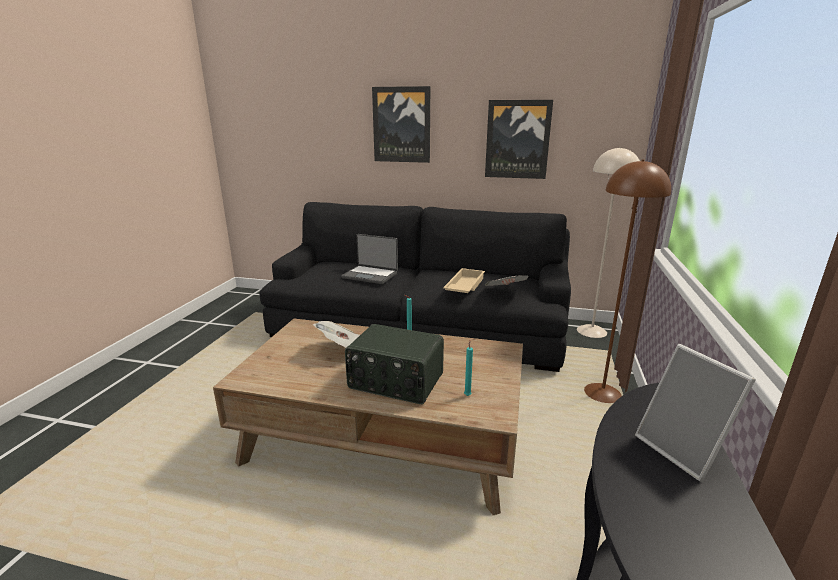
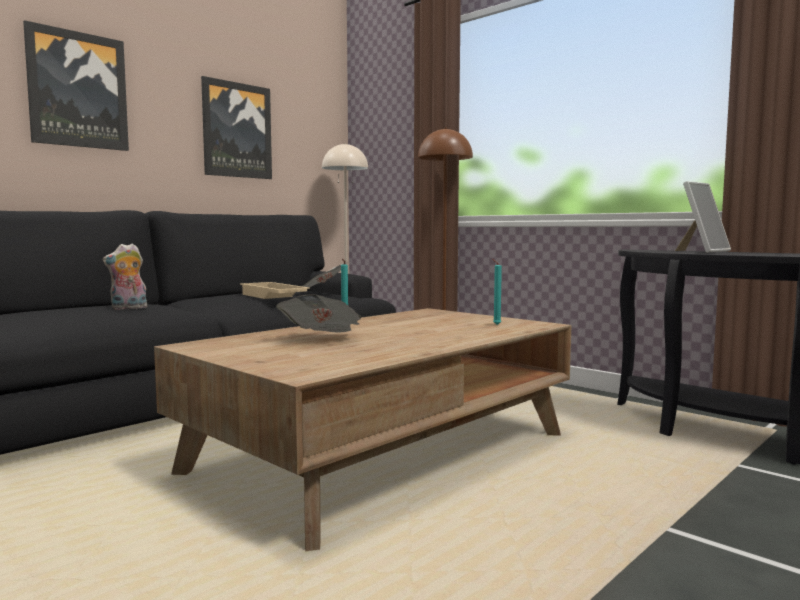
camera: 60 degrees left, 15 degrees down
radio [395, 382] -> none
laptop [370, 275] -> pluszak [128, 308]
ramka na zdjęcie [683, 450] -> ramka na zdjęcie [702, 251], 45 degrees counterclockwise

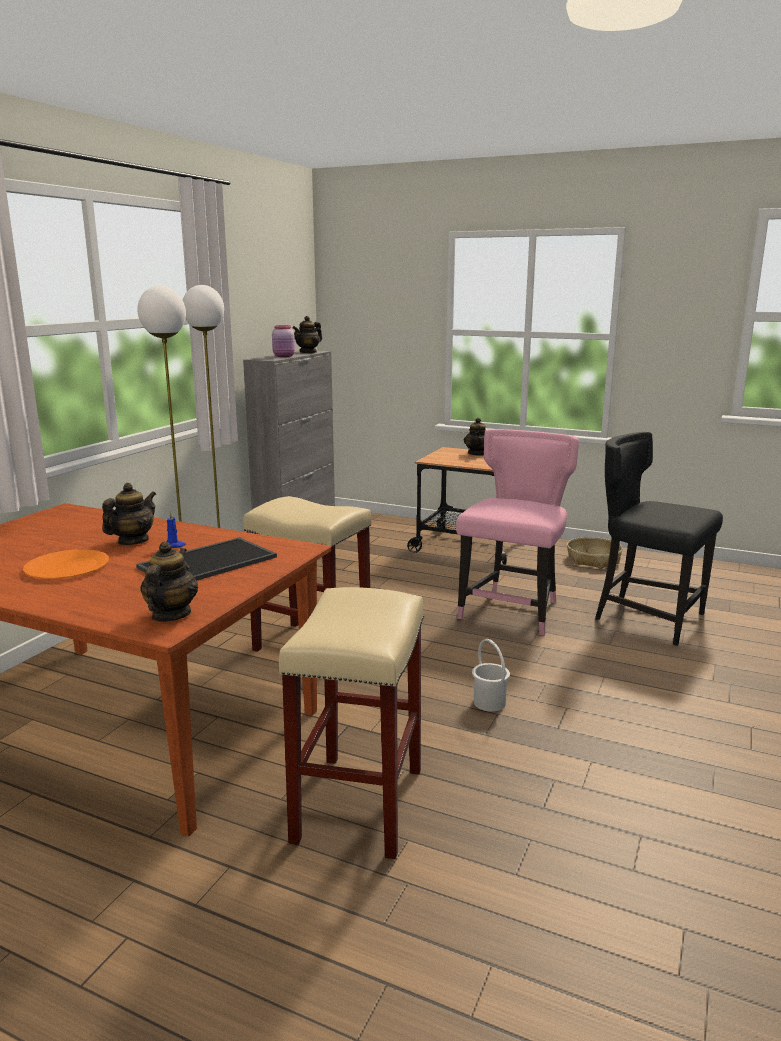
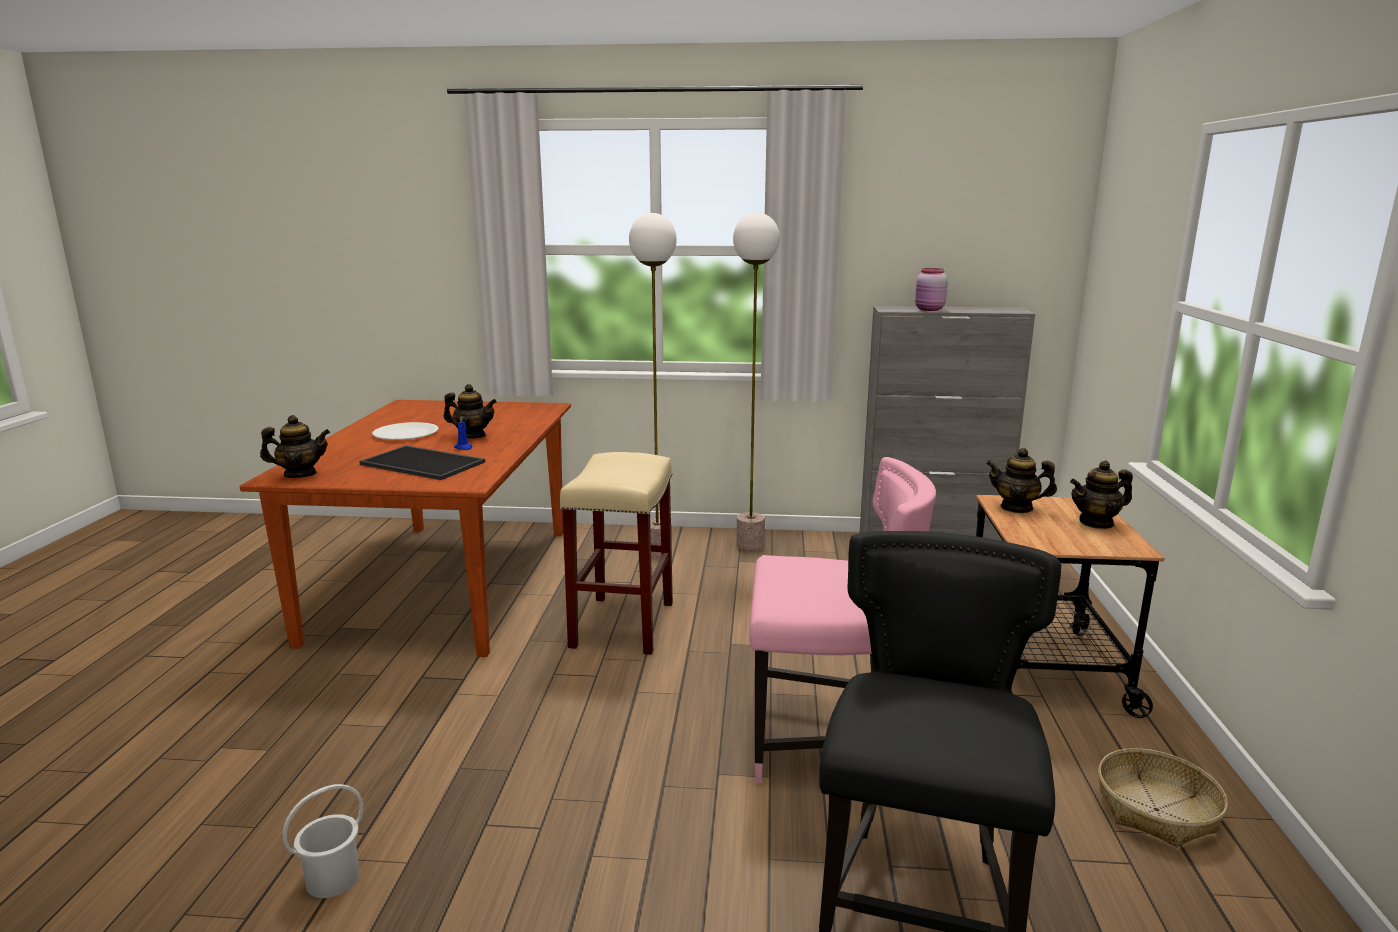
camera: 70 degrees right, 0 degrees up
stołek/beżowy [359, 806] -> none
imbryk [308, 352] -> imbryk [1016, 508], move
wiadro/biały [489, 703] -> wiadro/biały [332, 878], move
talerz/pomarańczowy [67, 567] -> talerz/biały [405, 433]

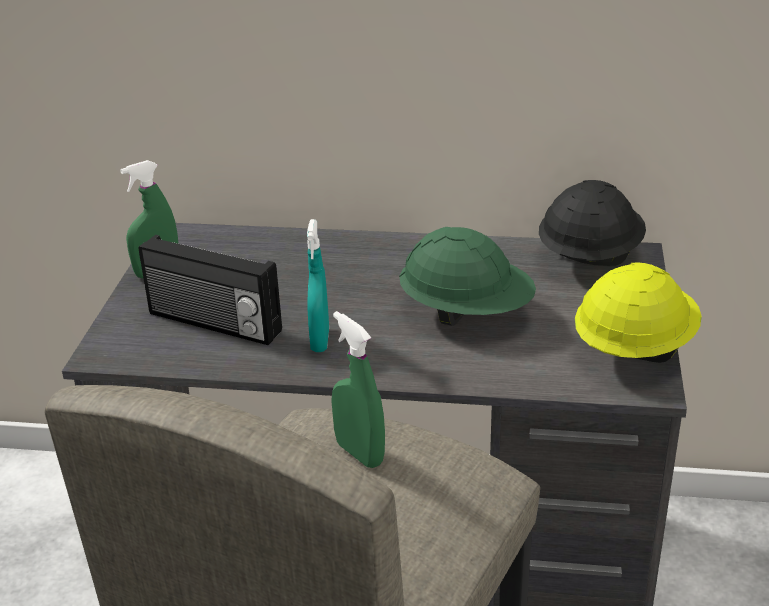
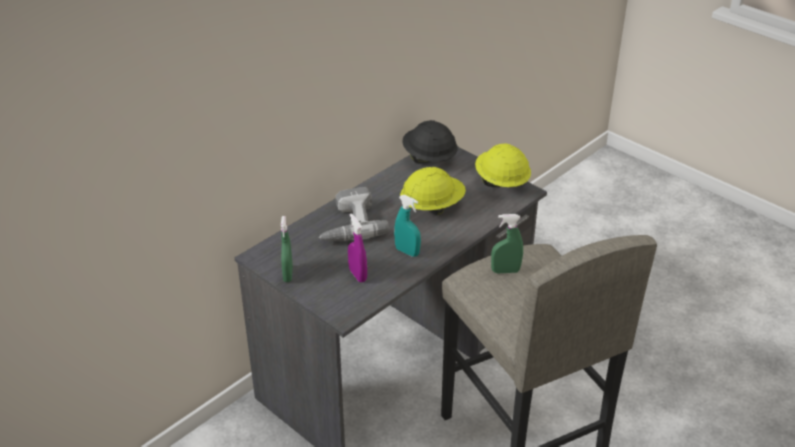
camera: 55 degrees left, 5 degrees up
none -> wiertarka [348, 224]
radio [213, 323] -> spryskiwacz/fioletowy [357, 275]
kask/zielony [466, 313] -> kask/żółty [432, 206]

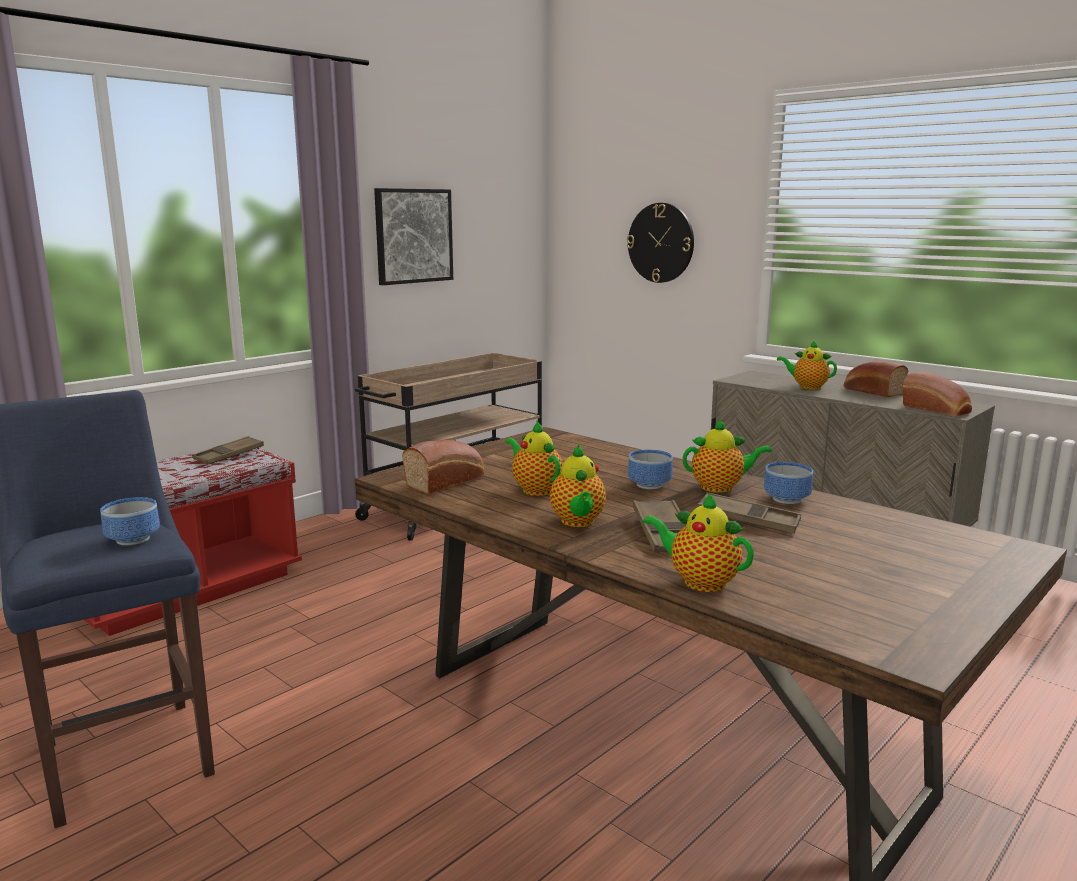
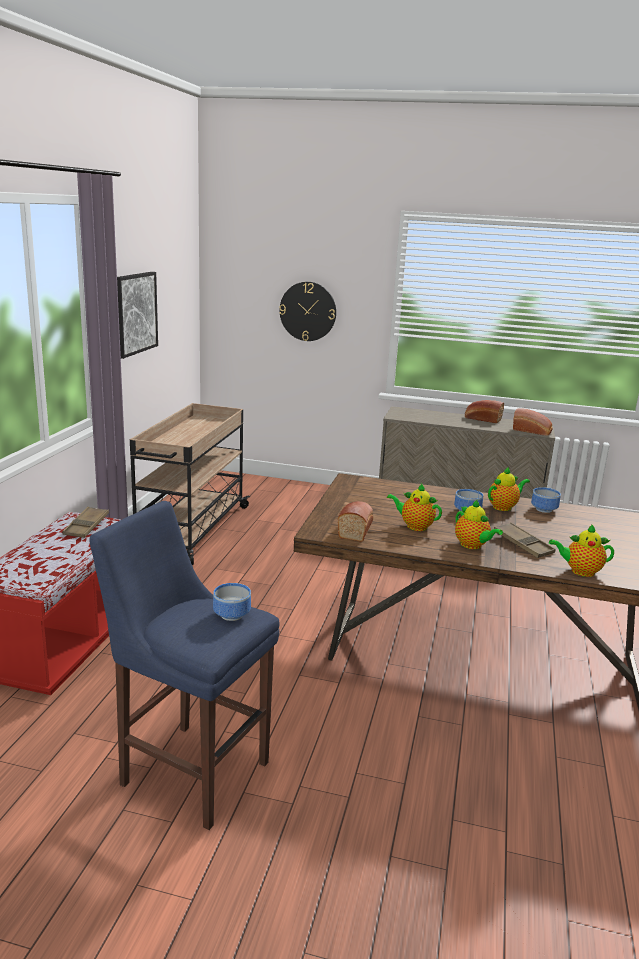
camera: 30 degrees left, 5 degrees up
taca/brązowy [748, 520] -> none
imbryk [807, 387] -> none

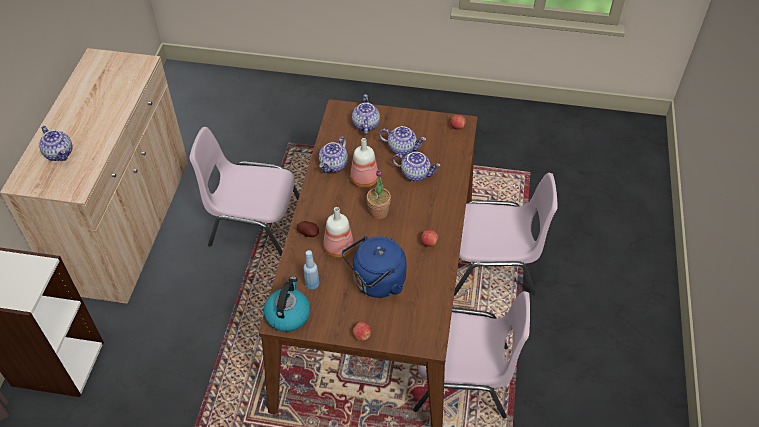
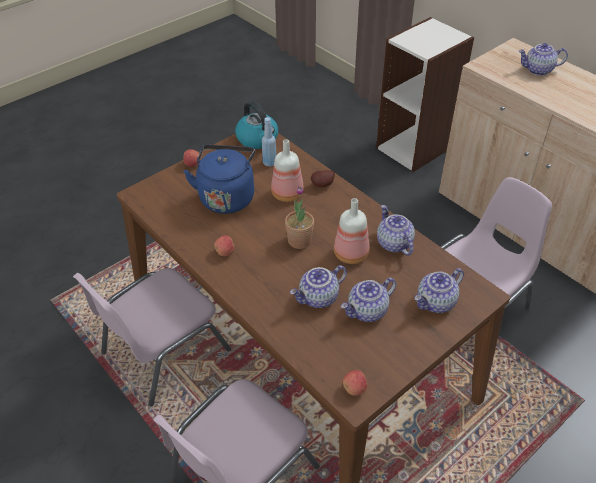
camera: 130 degrees right, 5 degrees down
imbryk [365, 124] -> imbryk [436, 302], 105 degrees clockwise

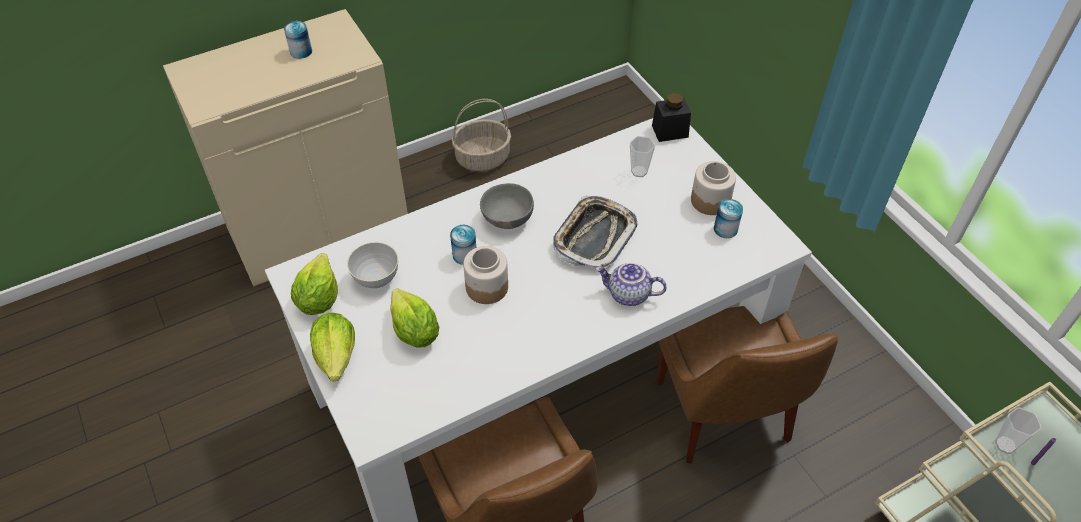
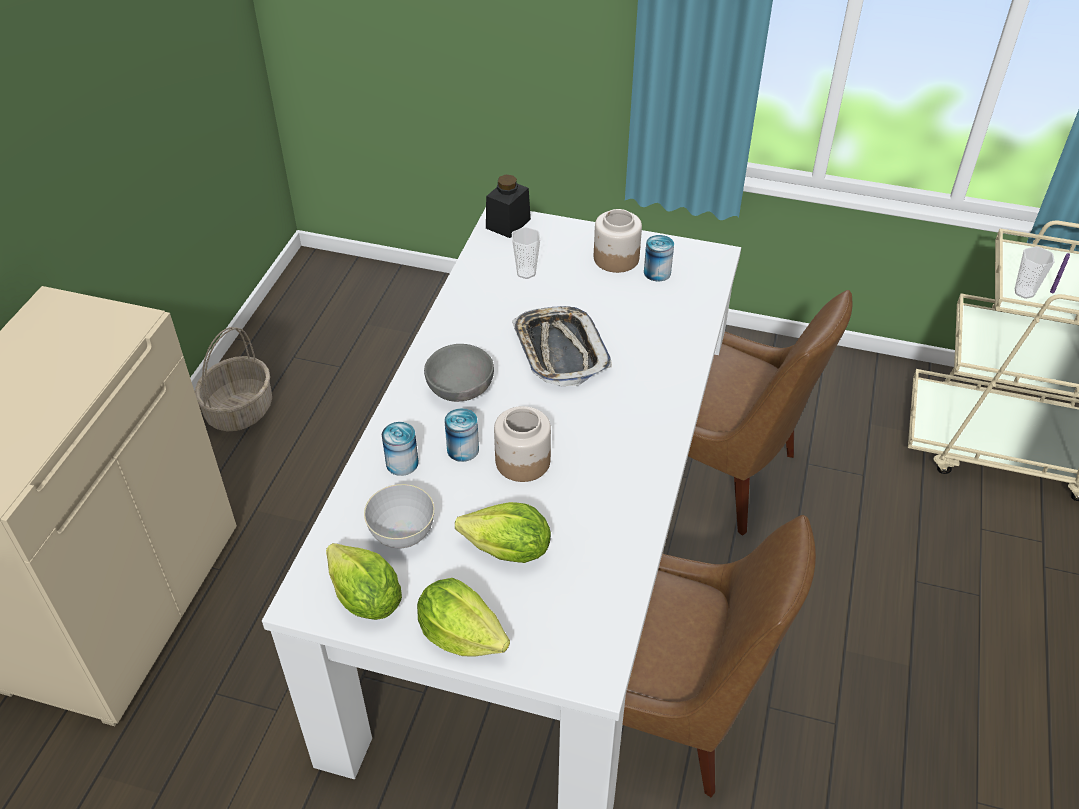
camera: 45 degrees left, 5 degrees down
imbryk [628, 295] -> none
puszka [301, 51] -> puszka [402, 463], move

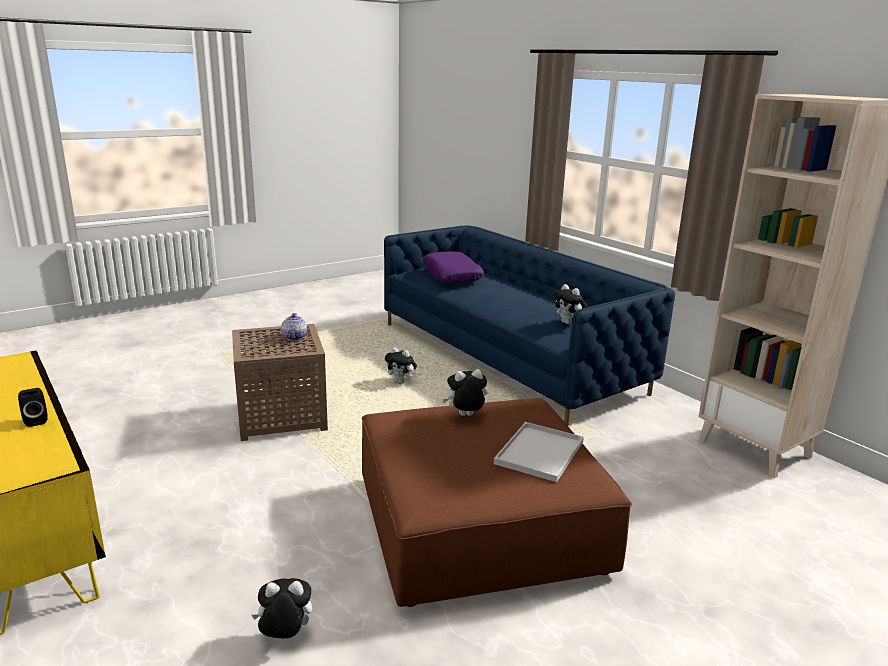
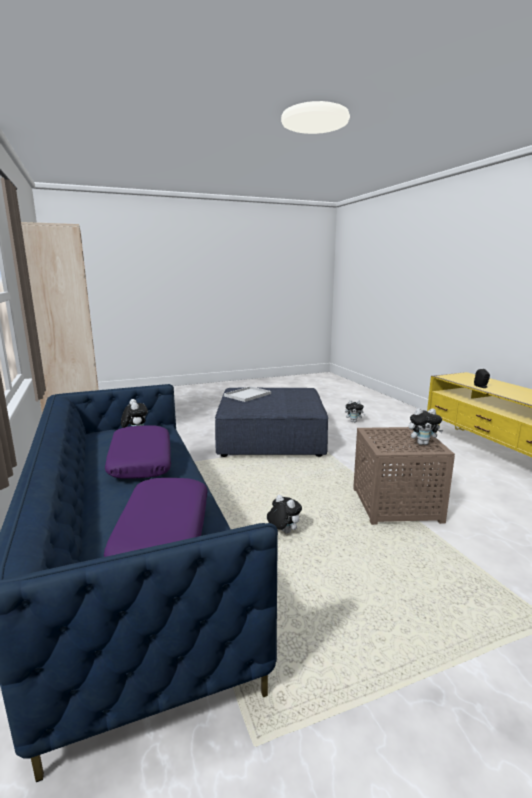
camera: 165 degrees left, 5 degrees down
imbryk [294, 337] -> none
none -> poduszka/fioletowy [140, 461]
pluszak [465, 416] -> pluszak [422, 443], move
pufa/brązowy [480, 524] -> pufa/niebieski [270, 438]

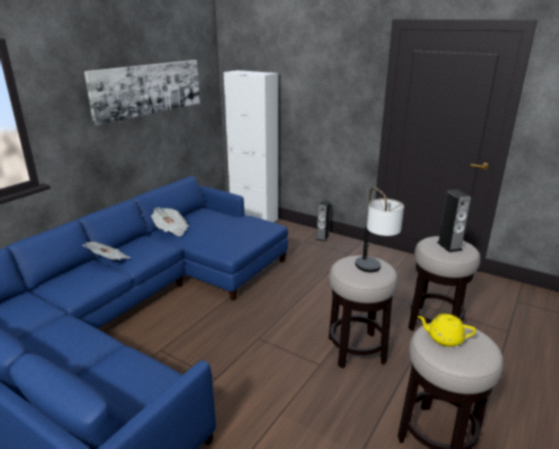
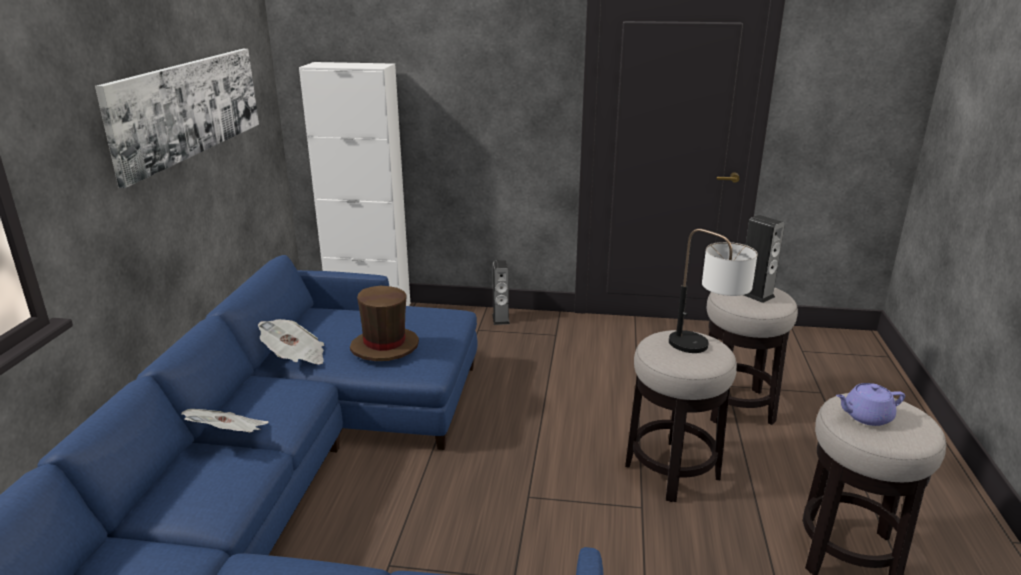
camera: 25 degrees left, 0 degrees up
none -> kapelusz/brązowy [384, 346]
imbryk/żółty [444, 338] -> imbryk/fioletowy [866, 416]

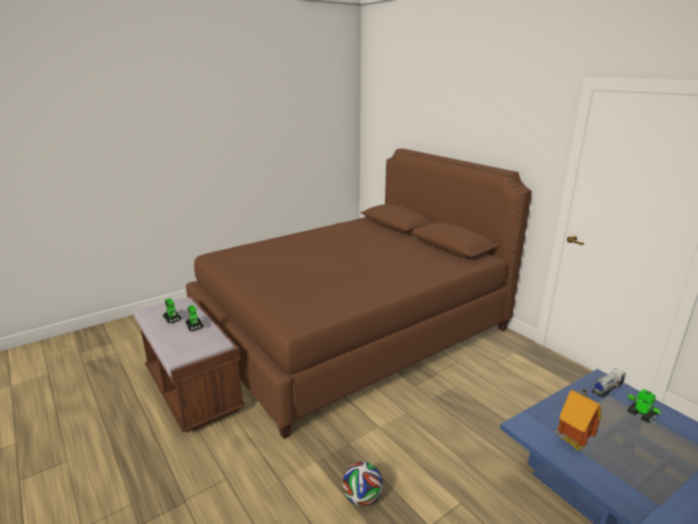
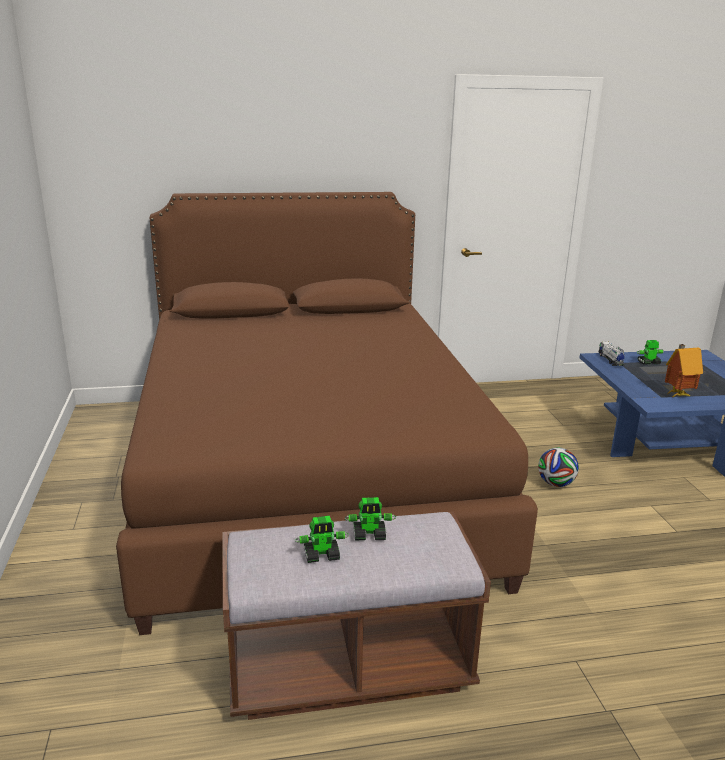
camera: 65 degrees left, 0 degrees up
piłka futbolowa [362, 497] -> piłka futbolowa [555, 484], move

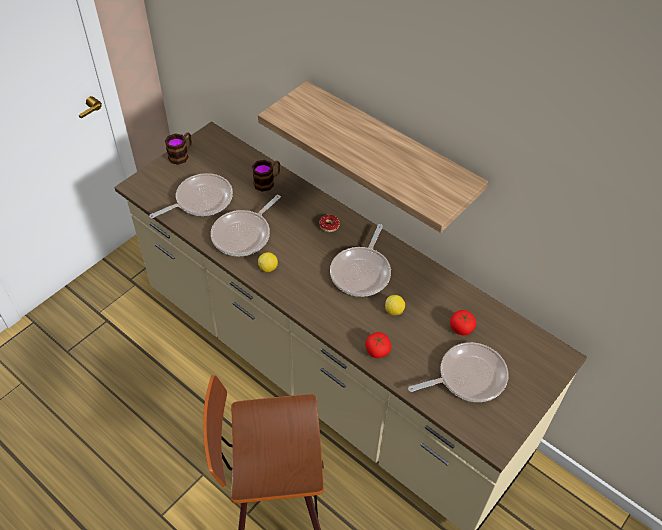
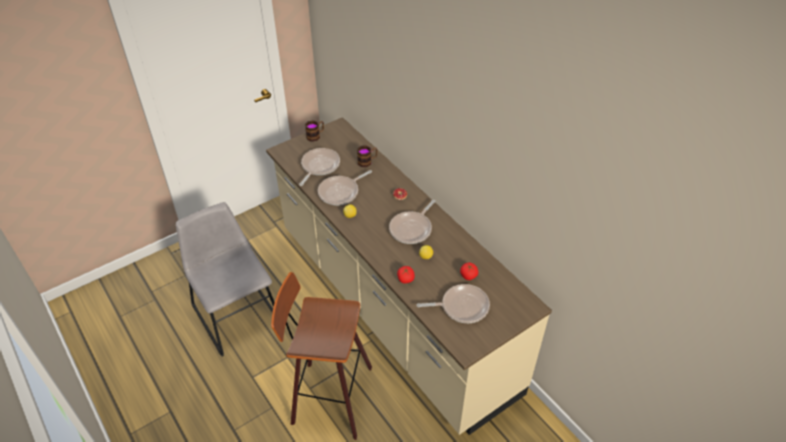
camera: 15 degrees right, 5 degrees down
półka [389, 150] -> none
none -> krzesło/szary [235, 312]
patelnia [201, 200] -> patelnia [319, 166], 45 degrees counterclockwise

